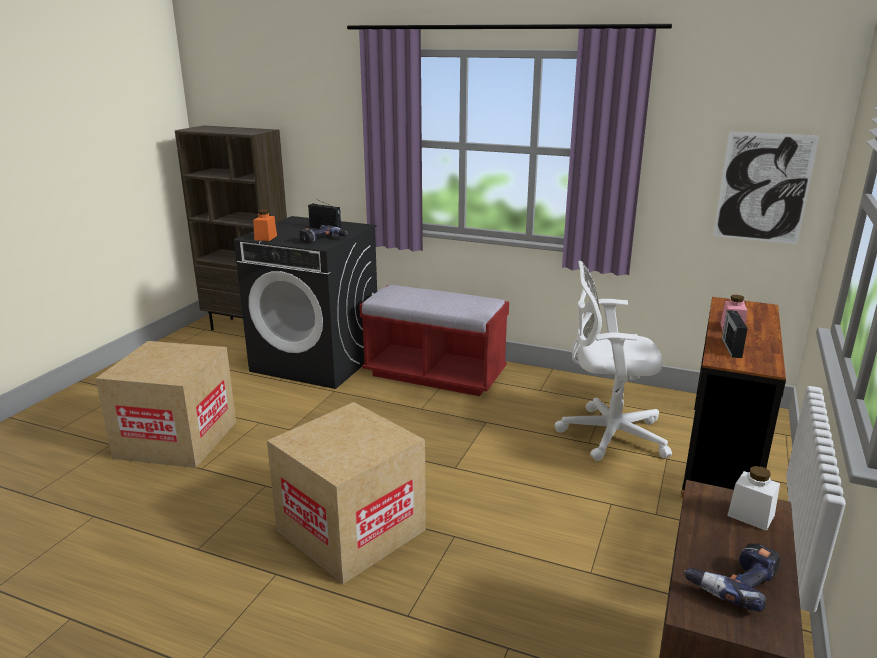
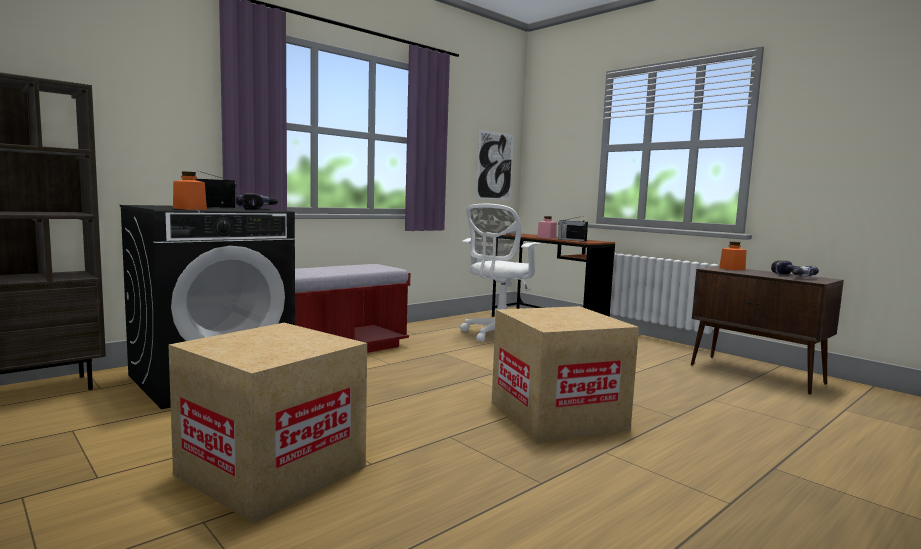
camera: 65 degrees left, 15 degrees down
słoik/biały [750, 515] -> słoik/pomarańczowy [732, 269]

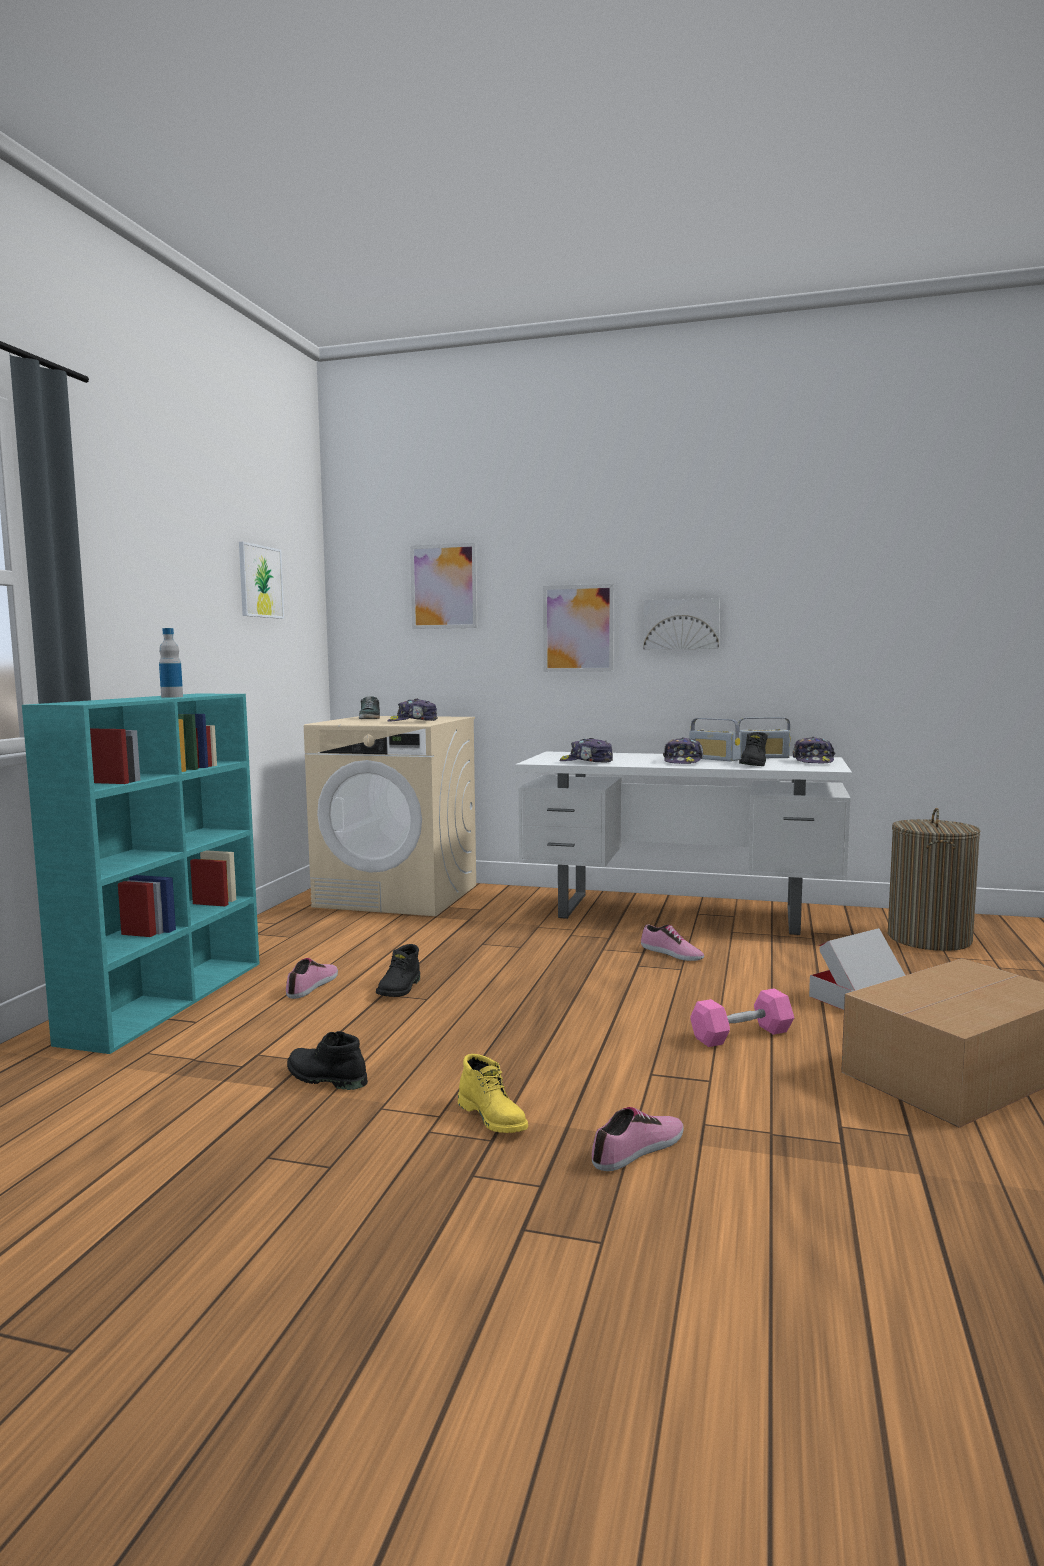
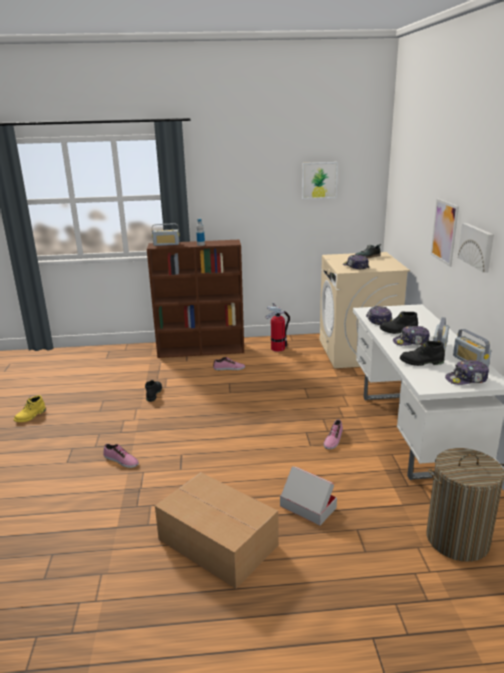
camera: 70 degrees right, 15 degrees up
obraz [444, 586] -> none
hantel/różowy [741, 1035] -> none
none -> radio [166, 244]
none -> gaśnica [278, 348]
but z cholewką/czarny [400, 989] -> but z cholewką/czarny [398, 331], move
but z cholewką/żółty [493, 1117] -> but z cholewką/żółty [30, 416], move
regał/turkusowy [168, 999] -> regał/brązowy [202, 350]

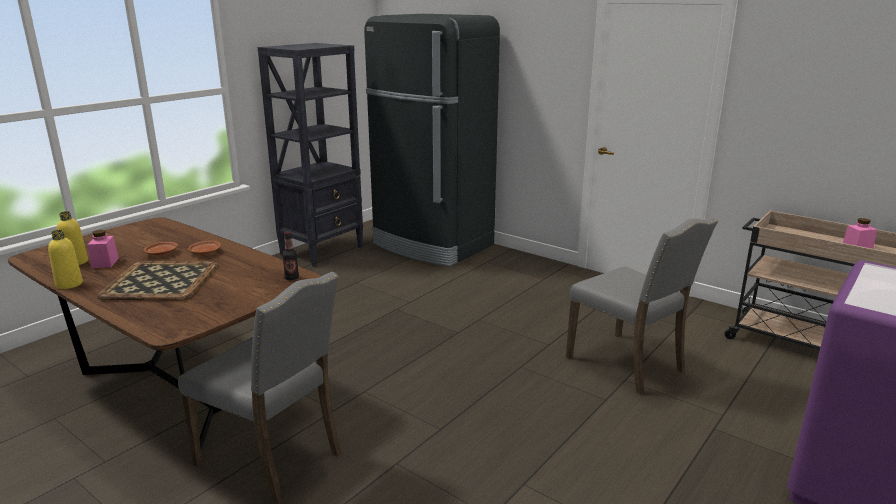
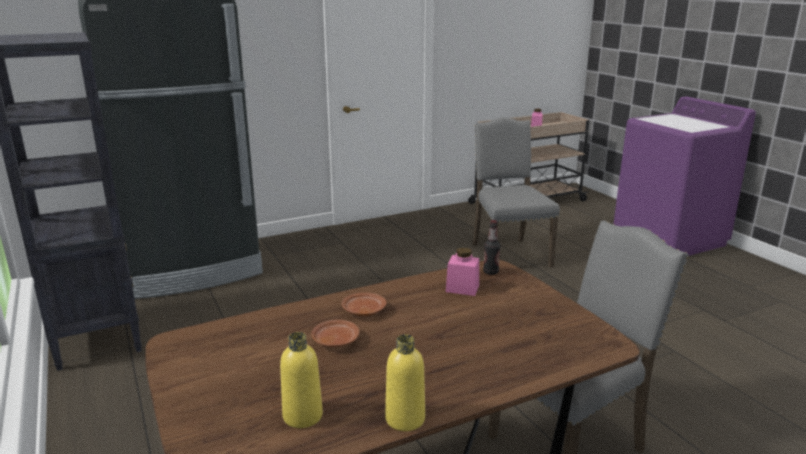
camera: 65 degrees left, 0 degrees up
taca [160, 281] -> none
słoik/różowy [105, 263] -> słoik/różowy [462, 288], move
krzesło/szary [628, 364] -> krzesło/szary [508, 254], 90 degrees counterclockwise

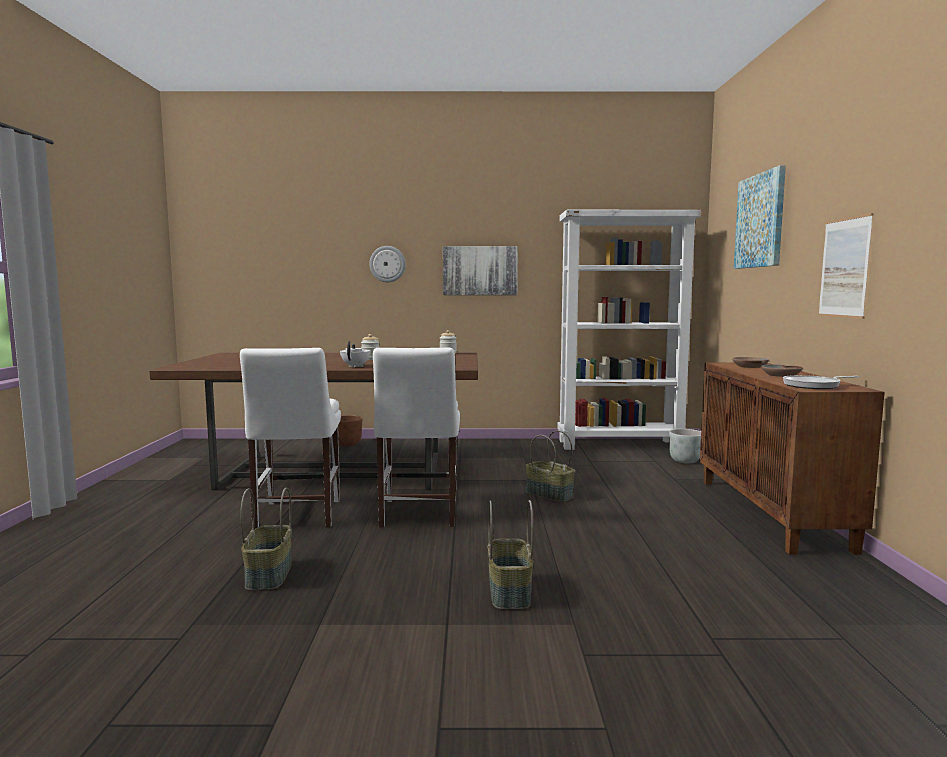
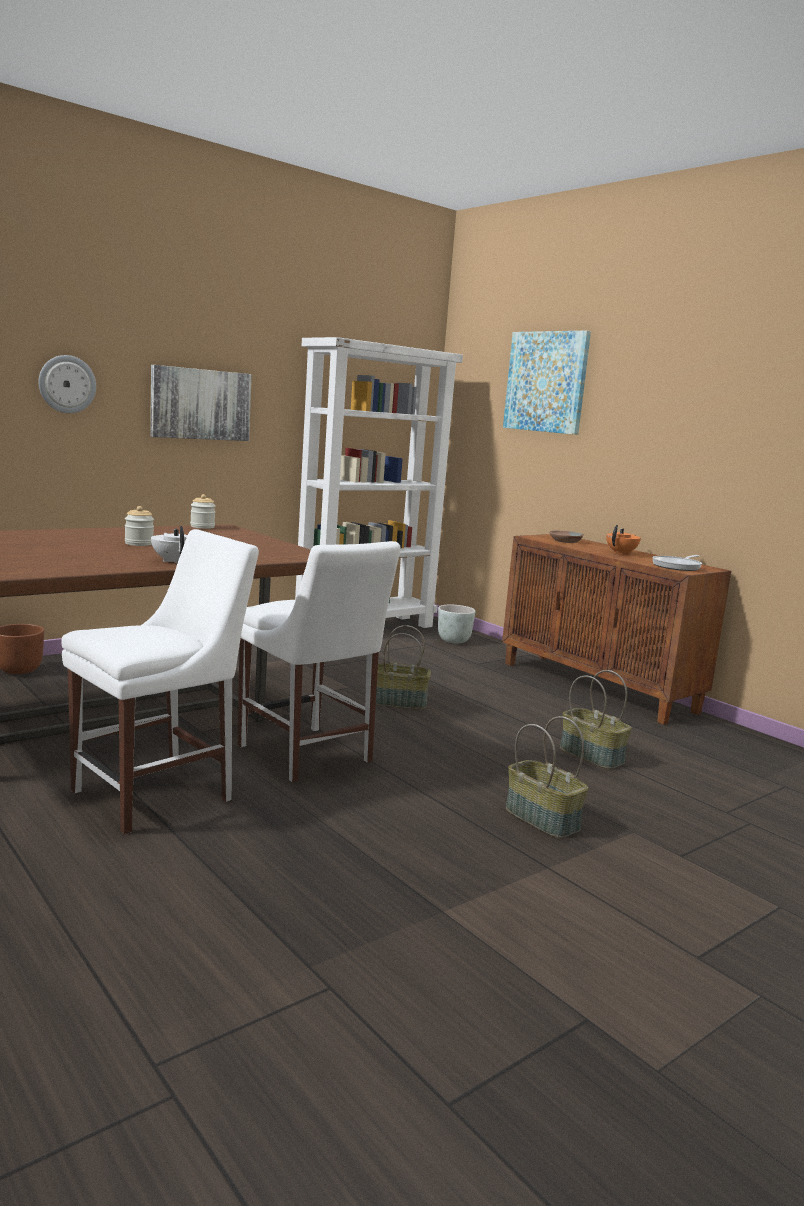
camera: 40 degrees left, 5 degrees up
obraz [844, 267] -> none
koszyk [270, 575] -> koszyk [592, 755], move
miska/brązowy [781, 375] -> imbryk/pomarańczowy [621, 553]
krzesło/biały [296, 516] -> krzesło/biały [160, 794], 90 degrees counterclockwise

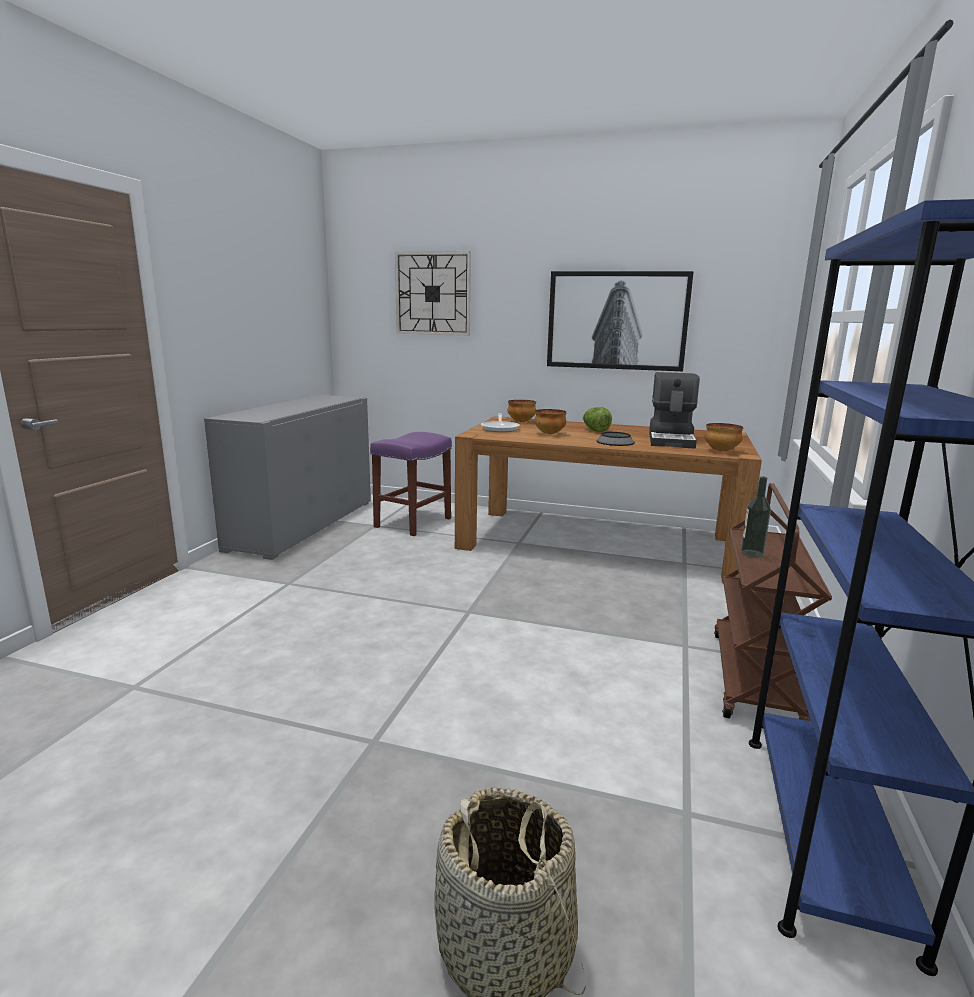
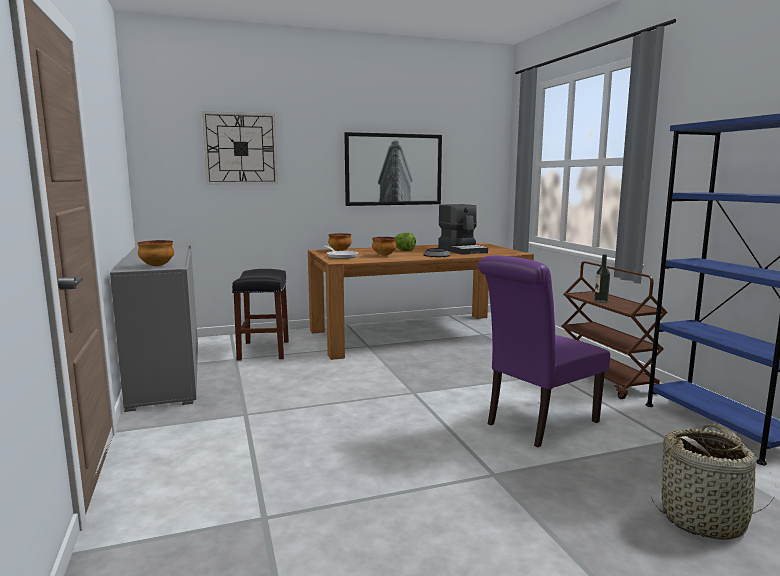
camera: 35 degrees left, 5 degrees down
none -> krzesło/fioletowy [537, 424]
miska [721, 451] -> miska [157, 266], move
stołek/fioletowy [413, 522] -> stołek/czarny [263, 350]

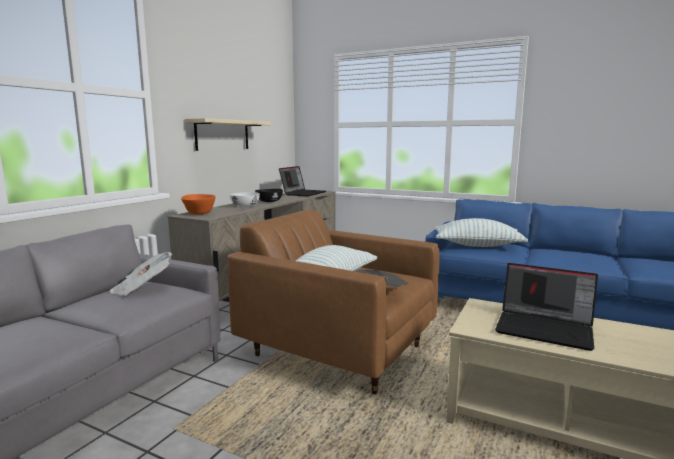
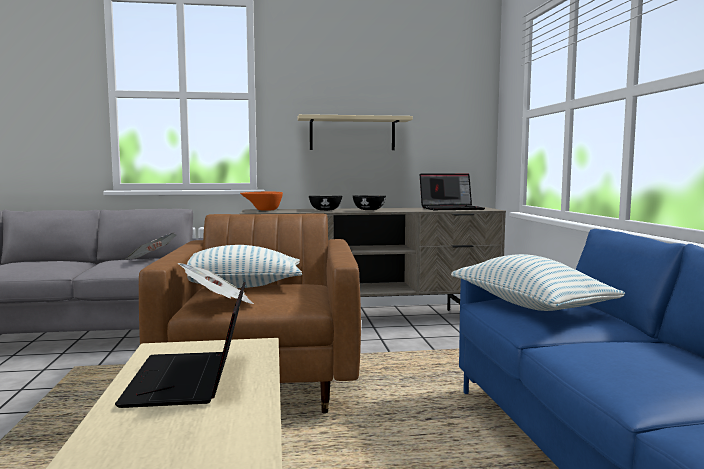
camera: 55 degrees right, 5 degrees down
miska/biały [245, 206] -> miska/czarny [325, 210]

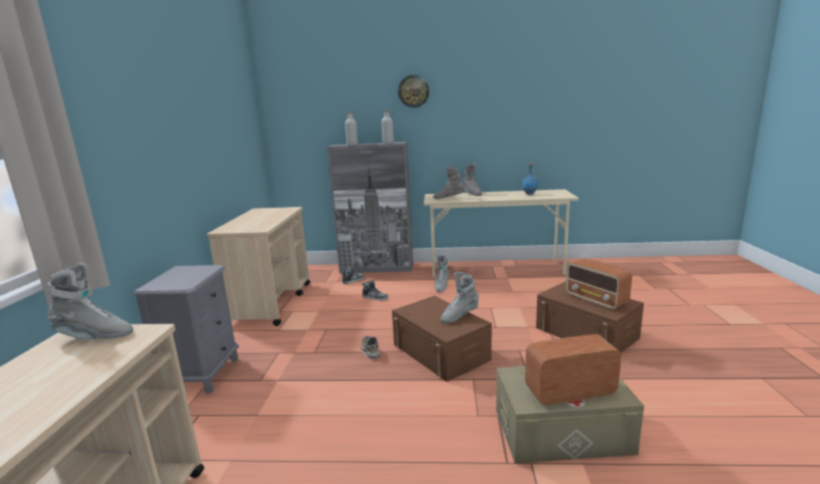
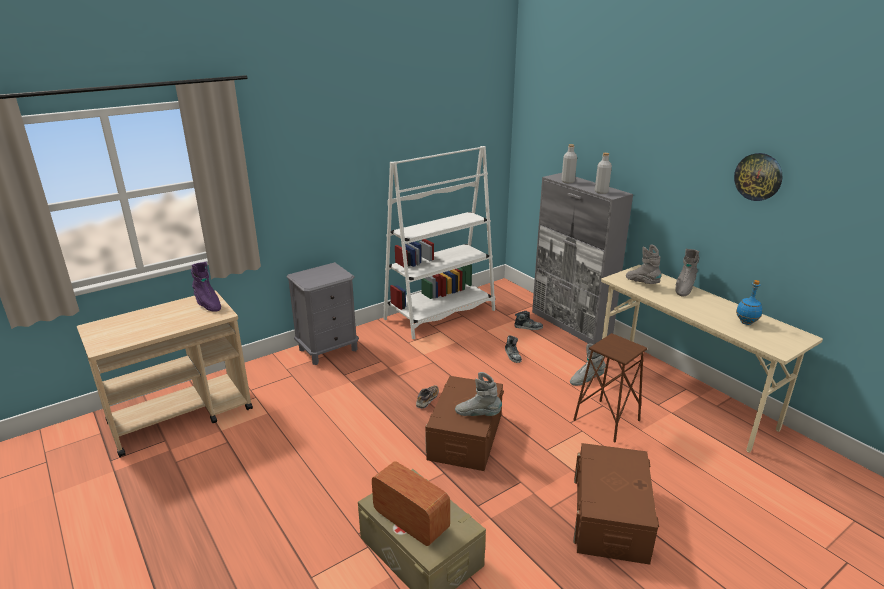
camera: 50 degrees right, 10 degrees up
radio [596, 300] -> none
none -> stołek/brązowy [606, 420]
zegar ścienny [413, 91] -> zegar ścienny [758, 176], move
wózek/beżowy [271, 303] -> regał/biały [440, 315]
but z cholewką/szary [94, 337] -> but z cholewką/fioletowy [207, 304]

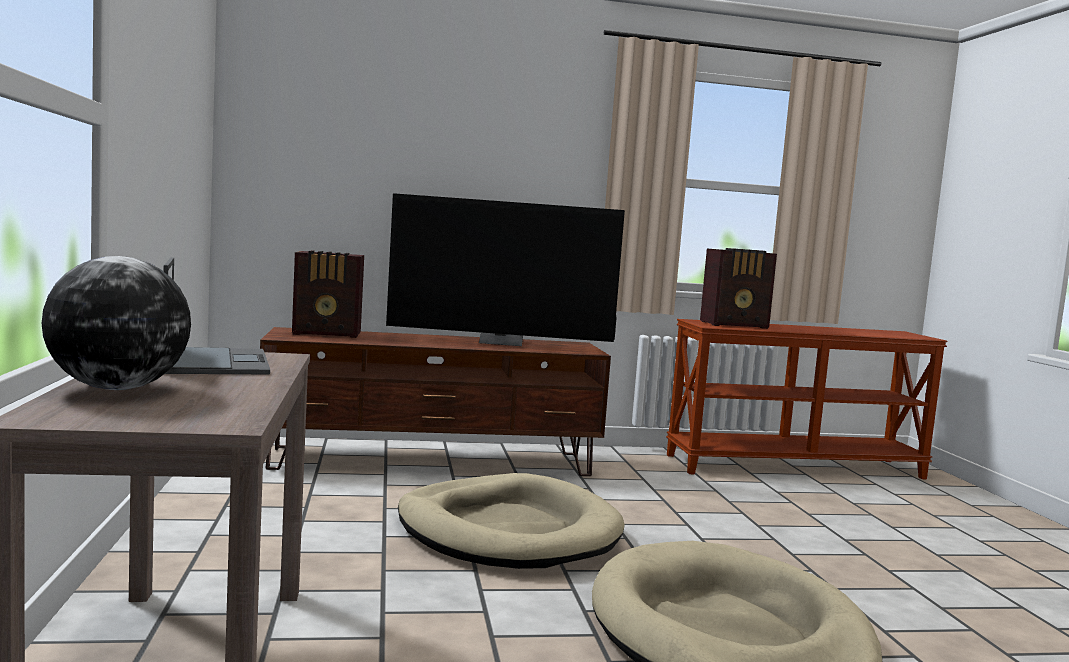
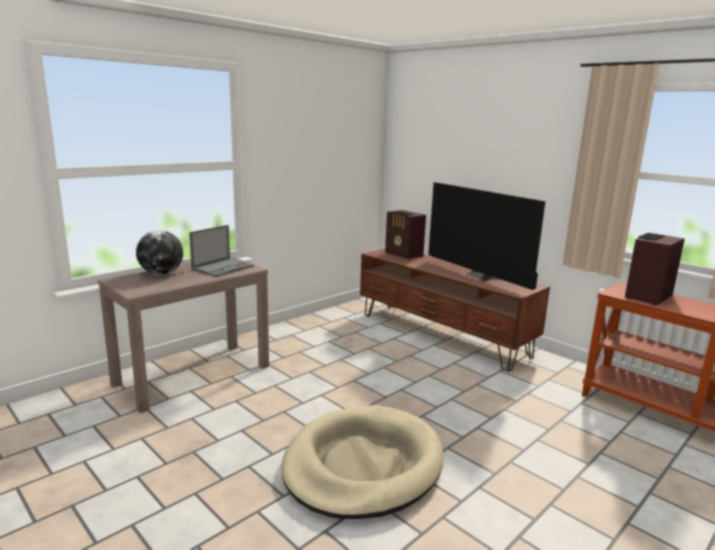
camera: 55 degrees right, 10 degrees up
legowisko/beżowy [508, 531] -> none
radio [735, 325] -> radio [647, 297], 90 degrees clockwise

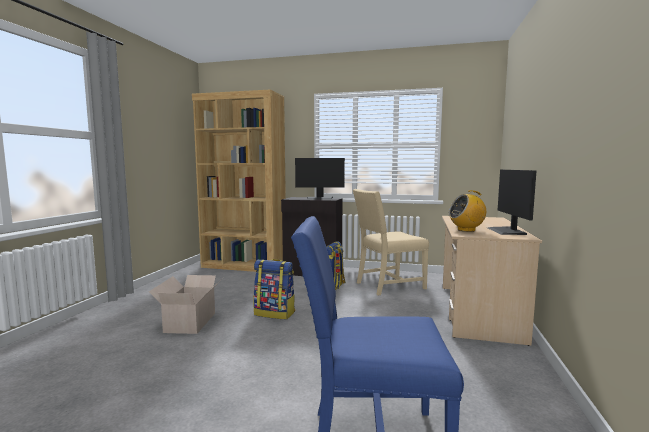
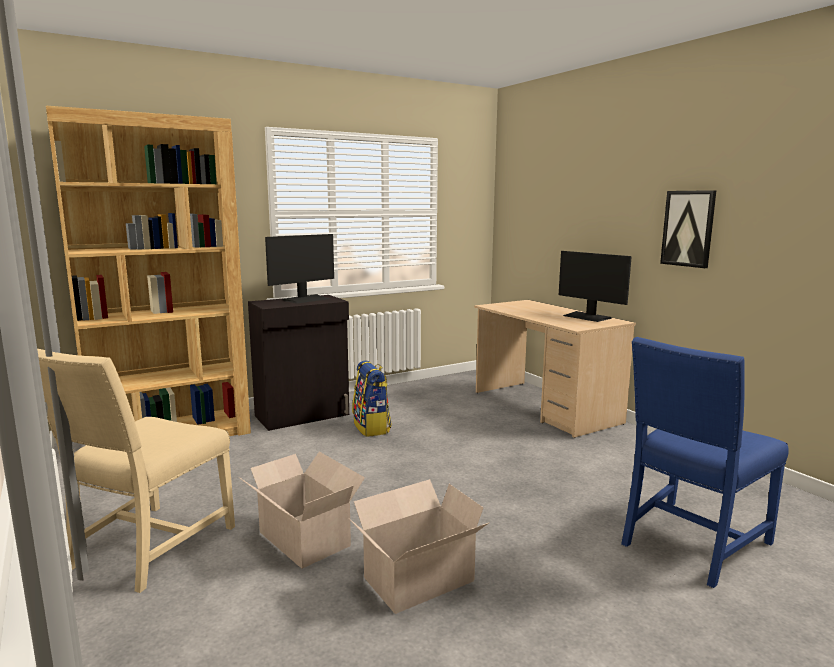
camera: 45 degrees left, 5 degrees up
plecak [275, 313] -> none
radio [466, 230] -> none
none -> karton [415, 580]
none -> obraz [688, 228]
krzesło/beżowy [387, 285] -> krzesło/beżowy [148, 548], move

